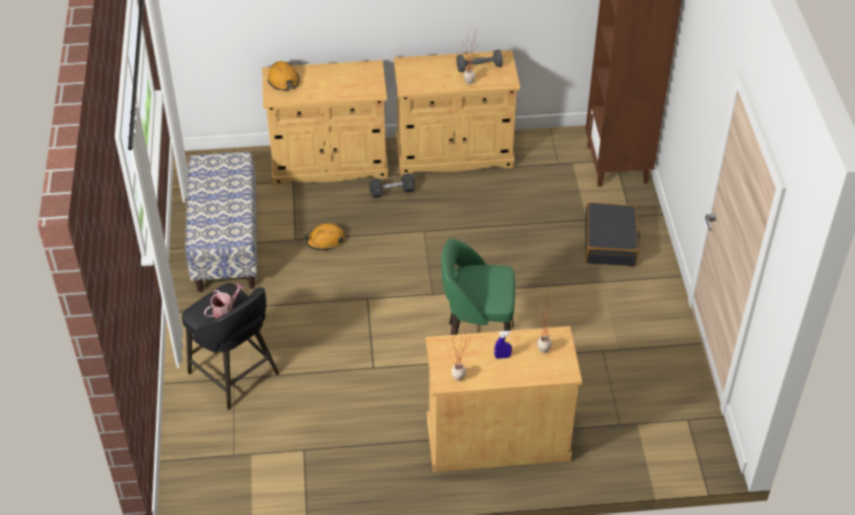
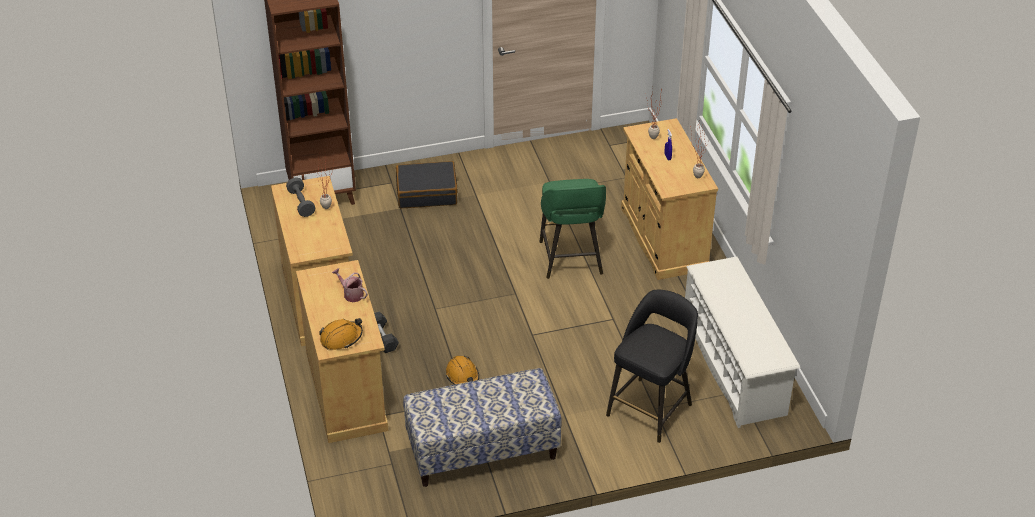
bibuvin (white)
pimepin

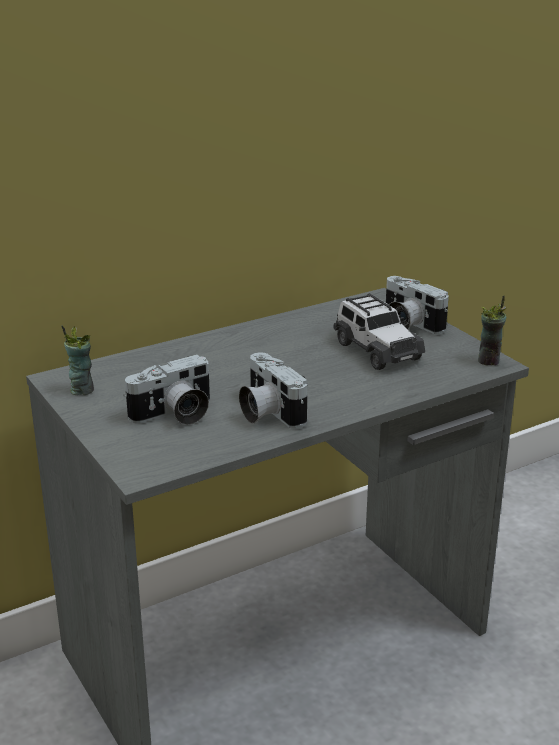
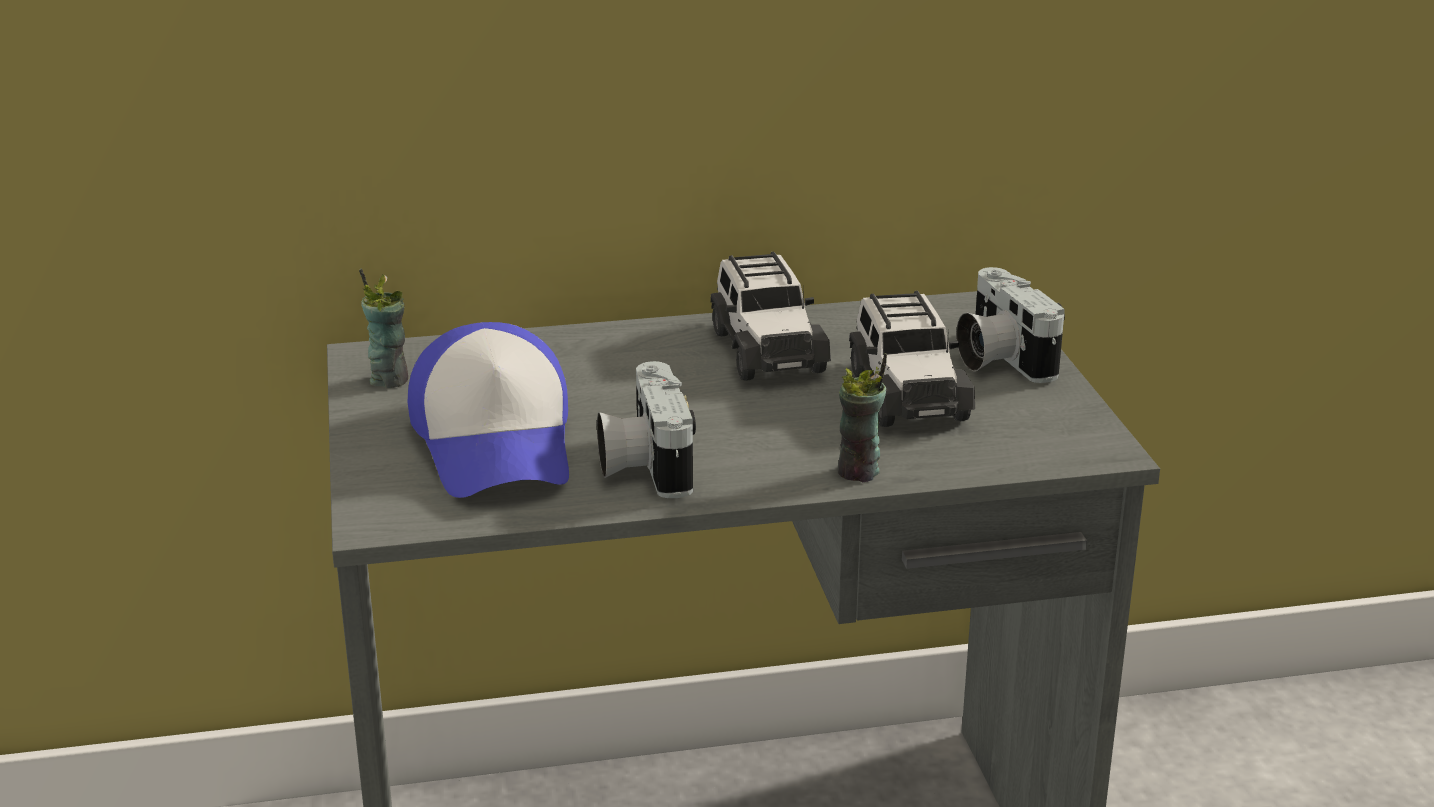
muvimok (no. 1 from left)
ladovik (no. 2 from left)
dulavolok

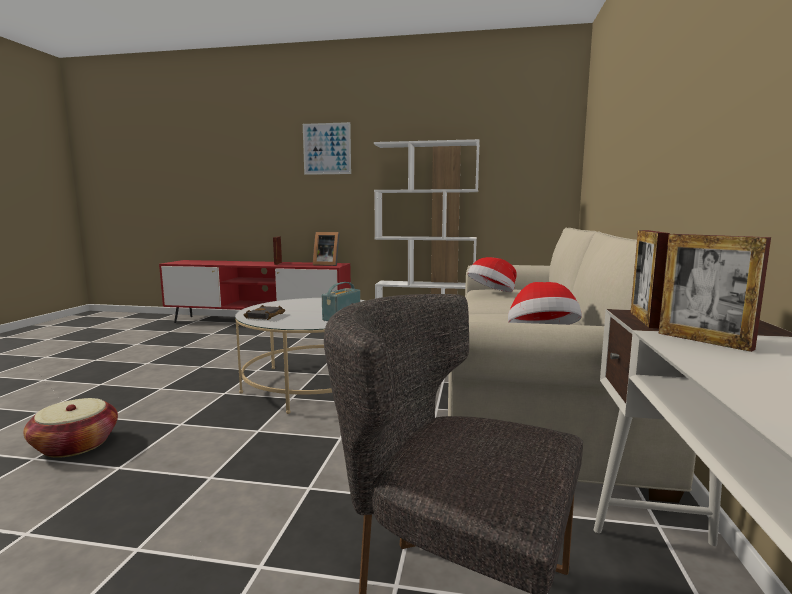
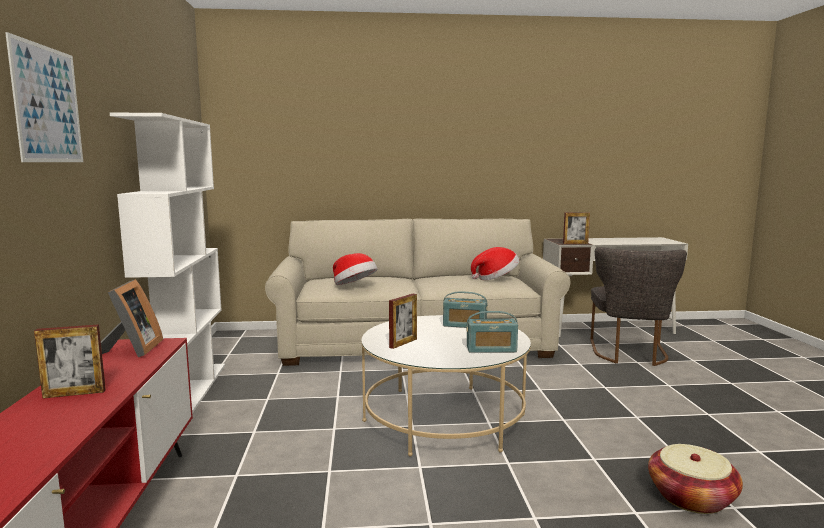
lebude (no. 3 from left)
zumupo (no. 2 from left)

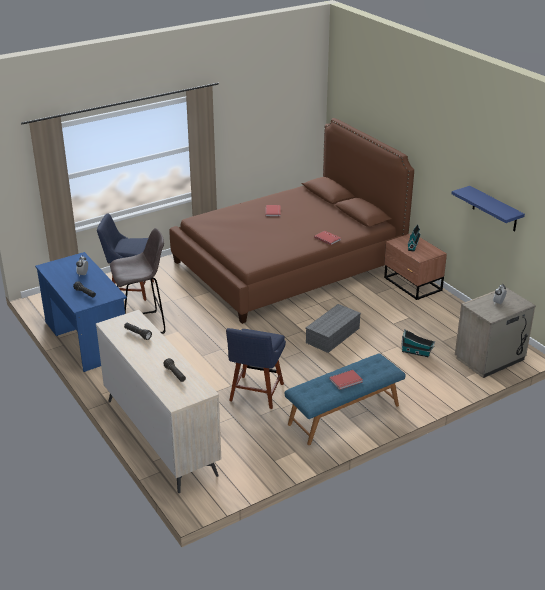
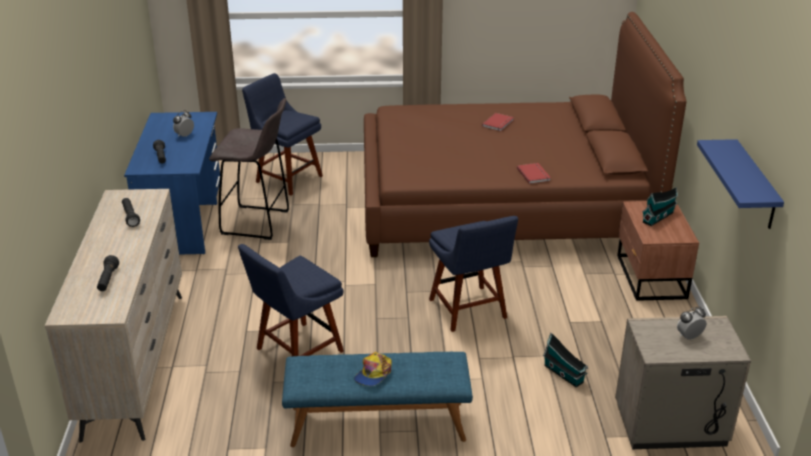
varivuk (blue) (no. 3 from left)
dulavolok

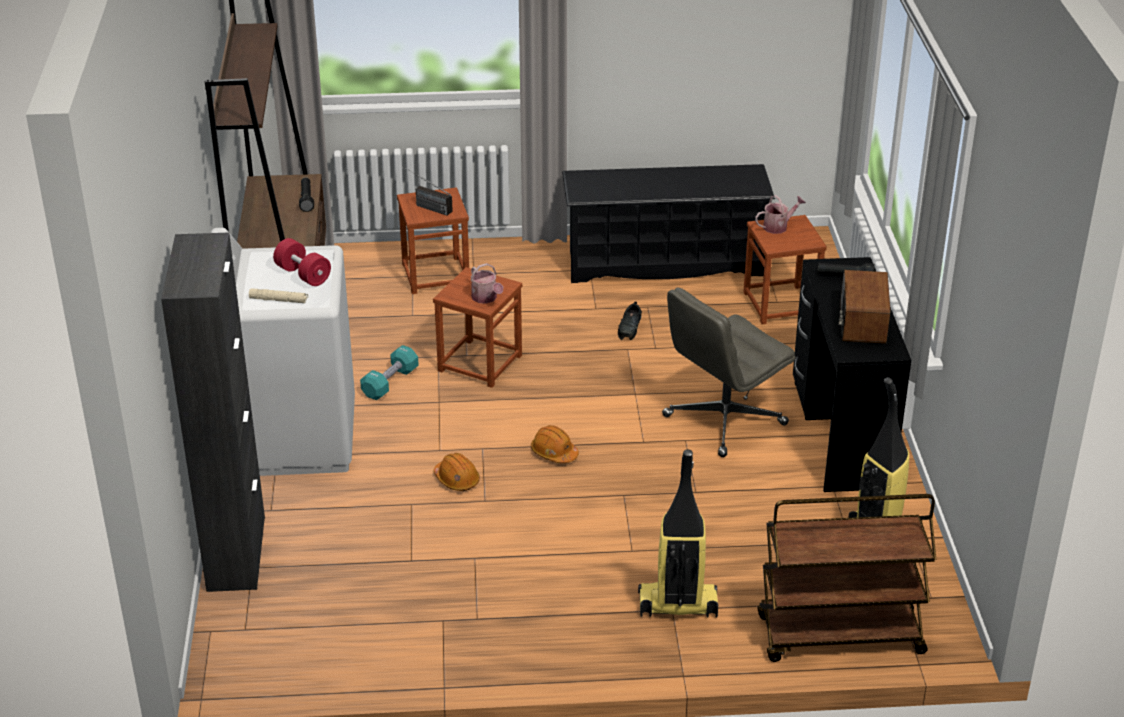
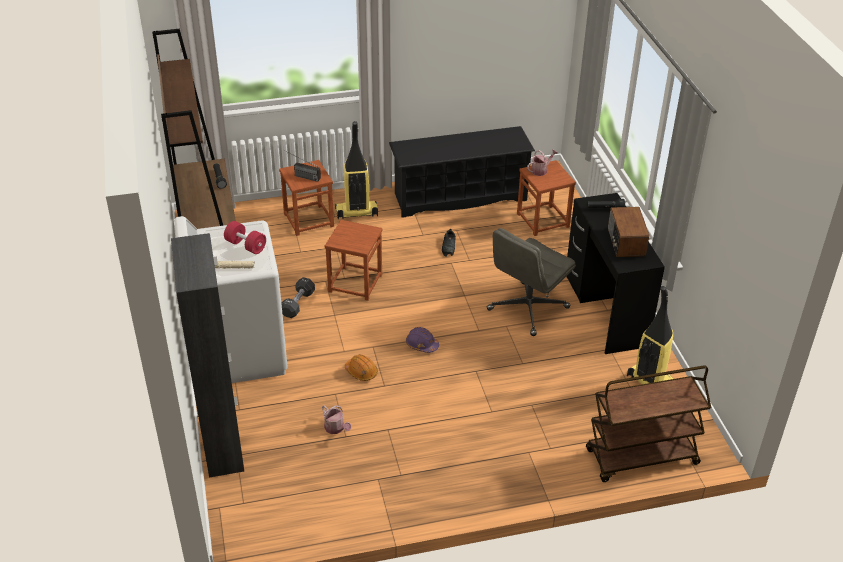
pimepin (no. 1 from left)
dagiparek (no. 1 from left)
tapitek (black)
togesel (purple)

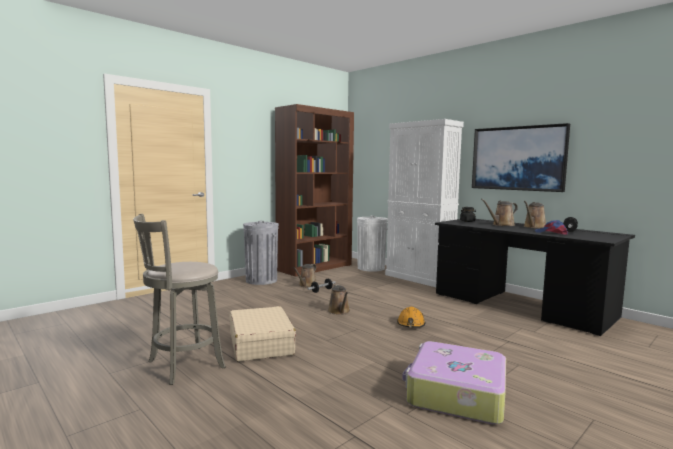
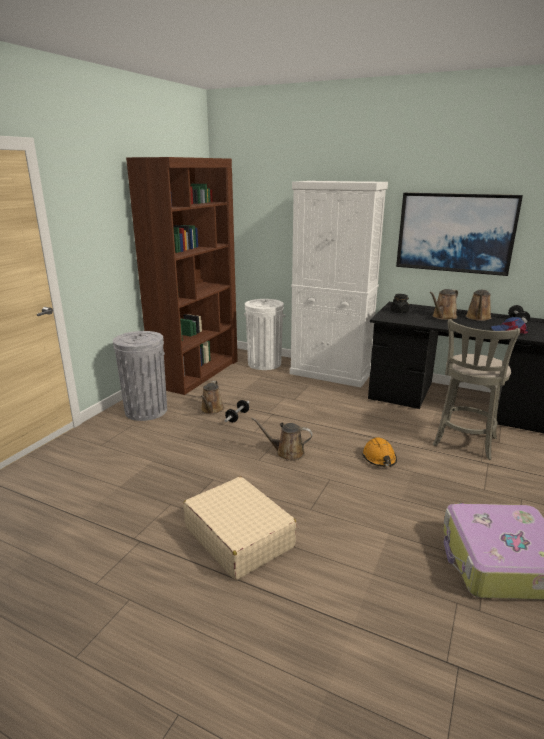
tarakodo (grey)
pimepin (brown) (no. 2 from left)

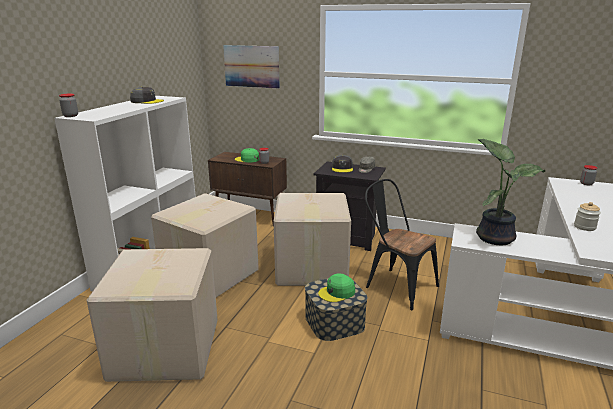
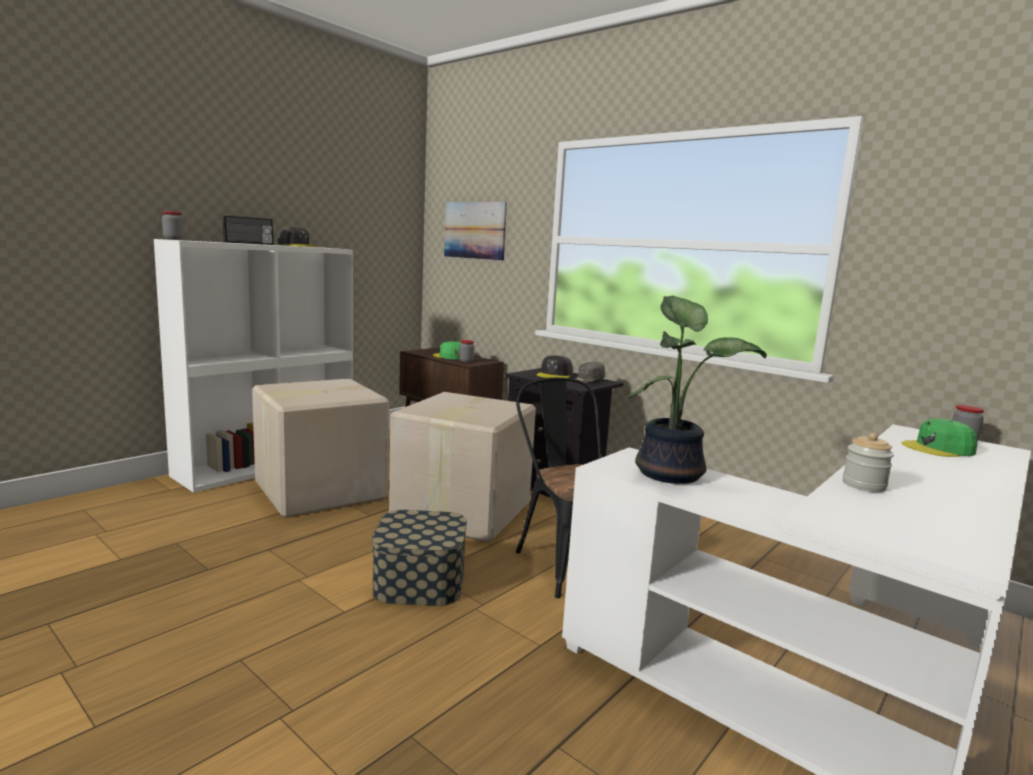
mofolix (no. 1 from left in the first image)
zumupo
dulavolok (green) (no. 2 from left)

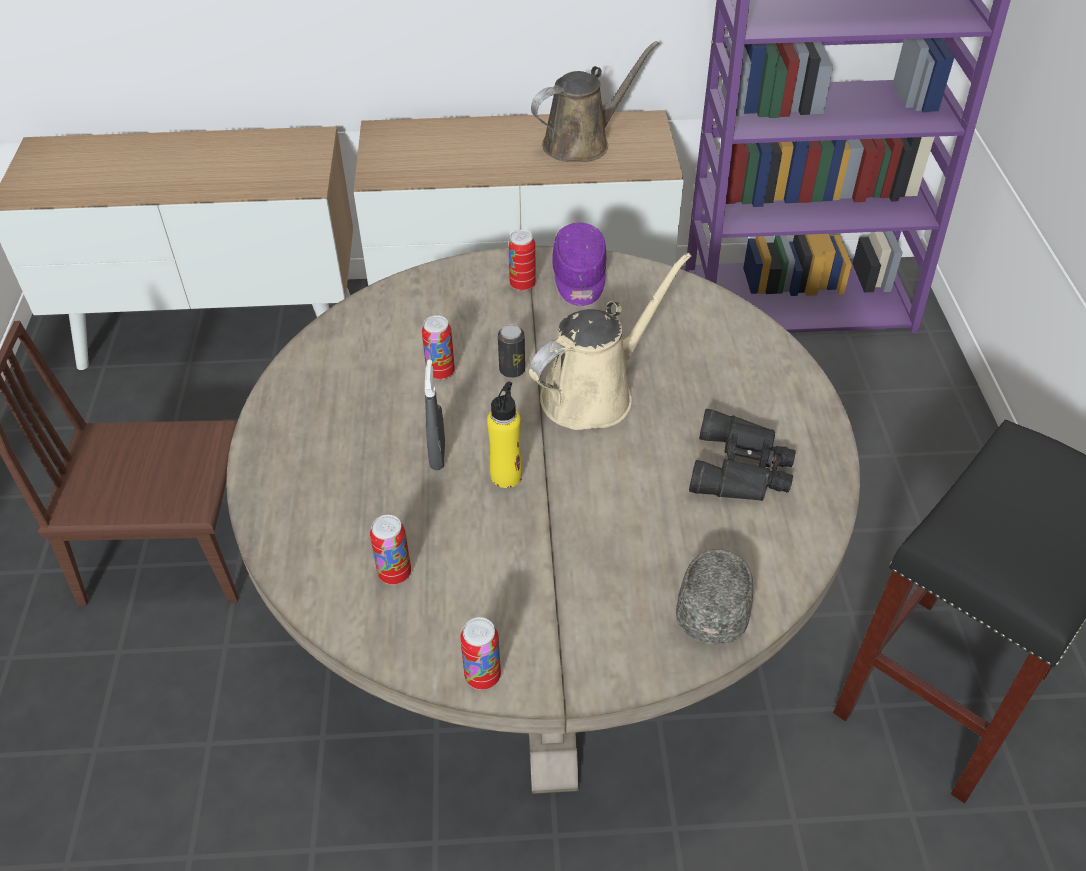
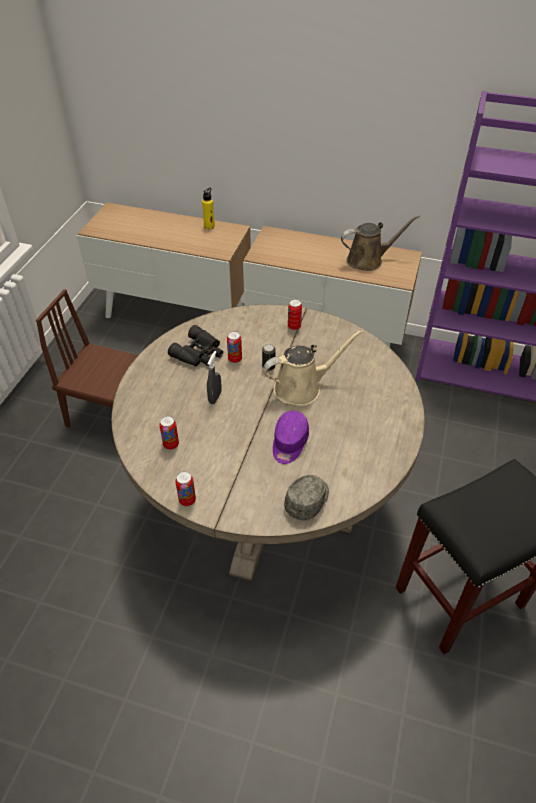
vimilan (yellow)
dulavolok (purple)
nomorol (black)

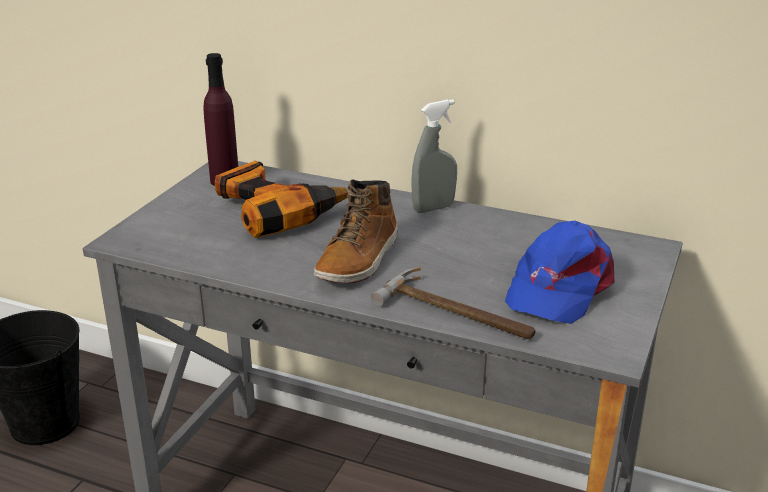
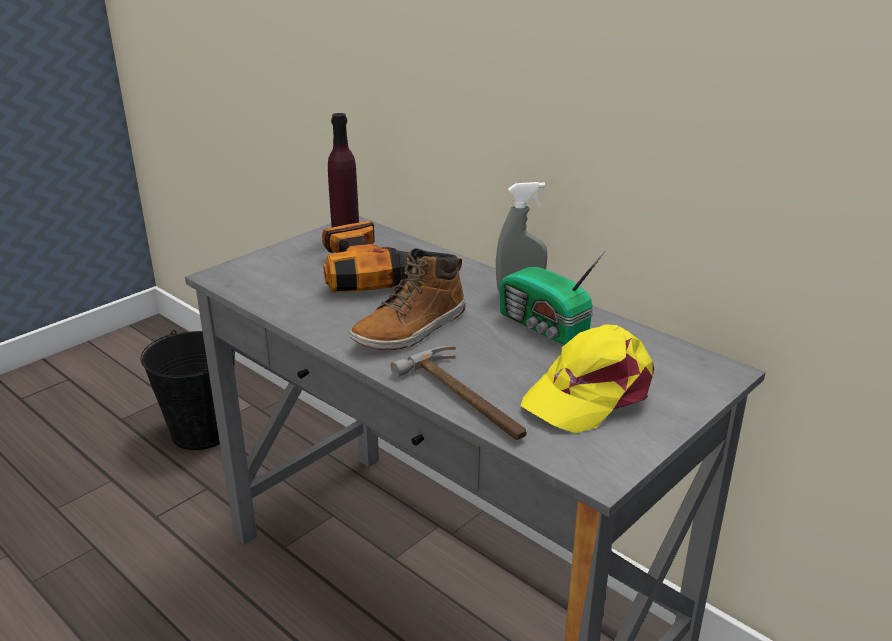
zumupo
dulavolok (yellow)

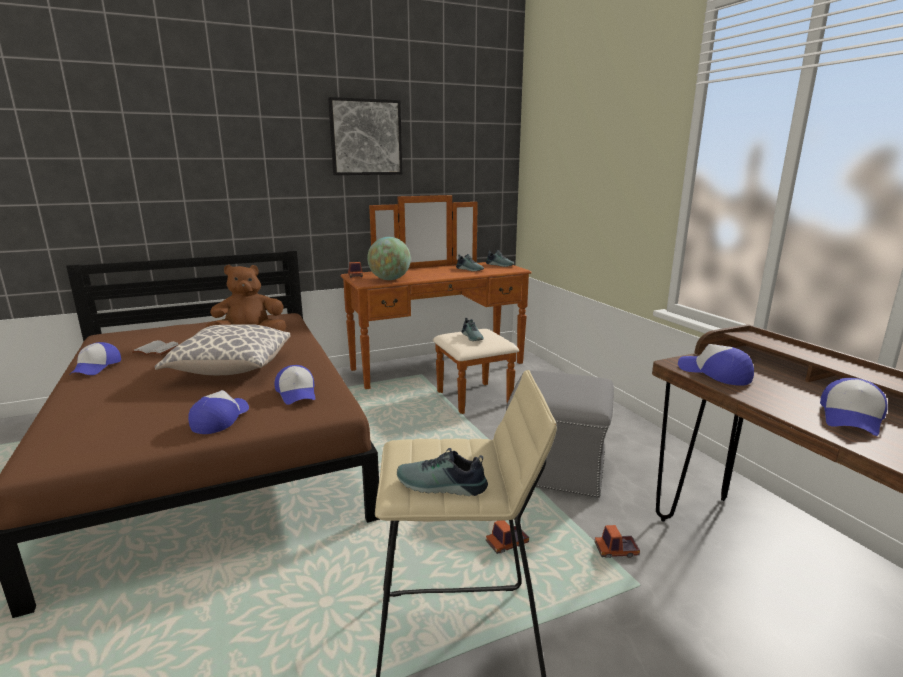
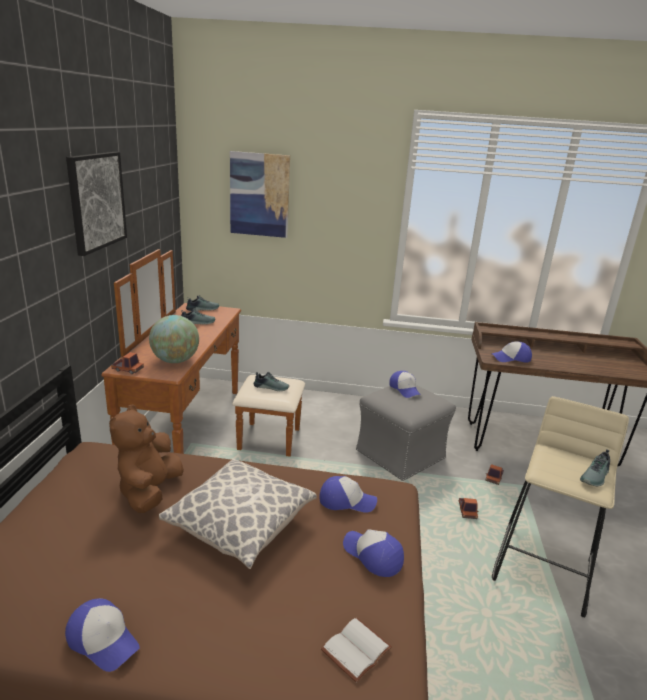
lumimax (no. 2 from left)
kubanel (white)
dulavolok (no. 4 from left)

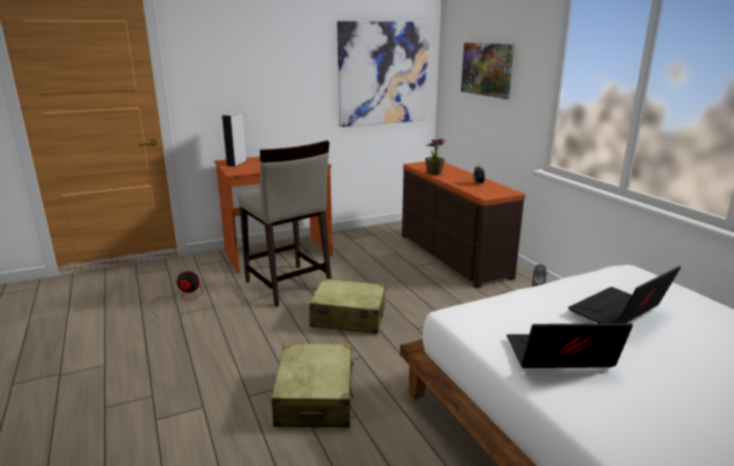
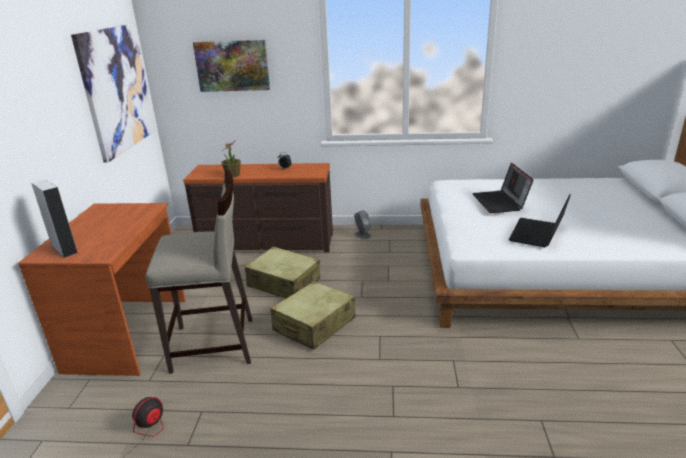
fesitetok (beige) (no. 1 from left)

